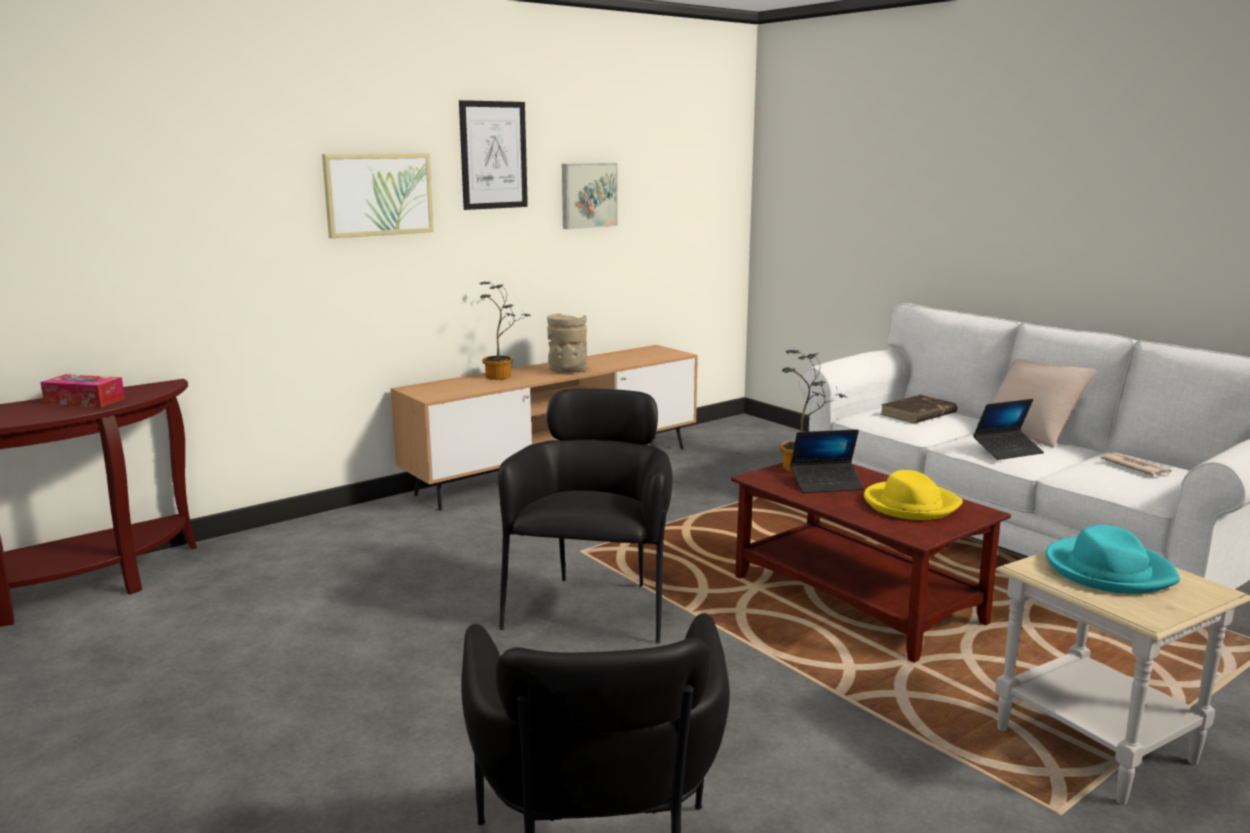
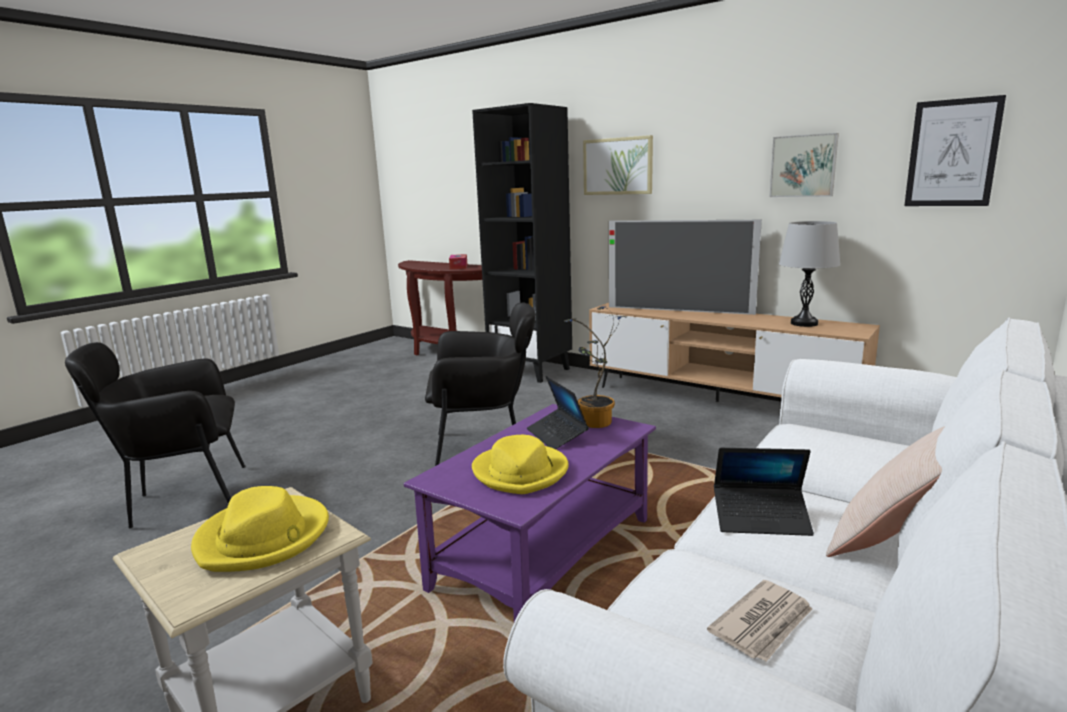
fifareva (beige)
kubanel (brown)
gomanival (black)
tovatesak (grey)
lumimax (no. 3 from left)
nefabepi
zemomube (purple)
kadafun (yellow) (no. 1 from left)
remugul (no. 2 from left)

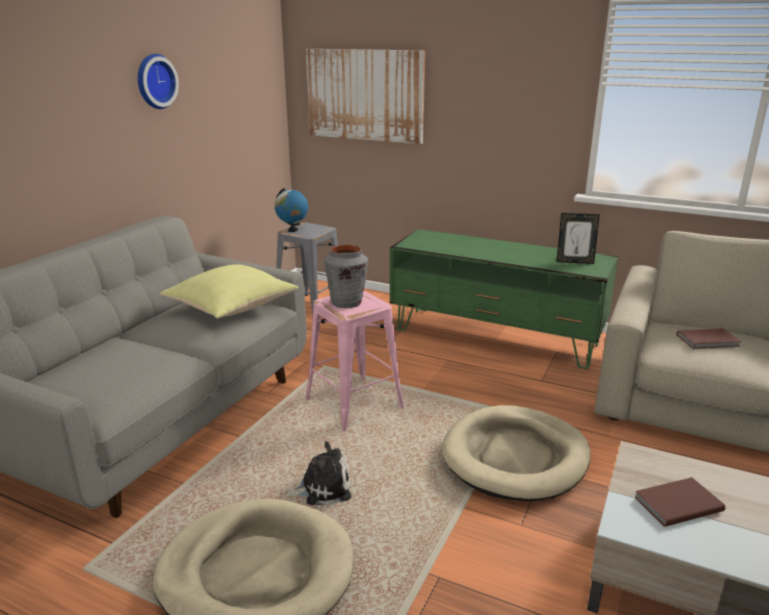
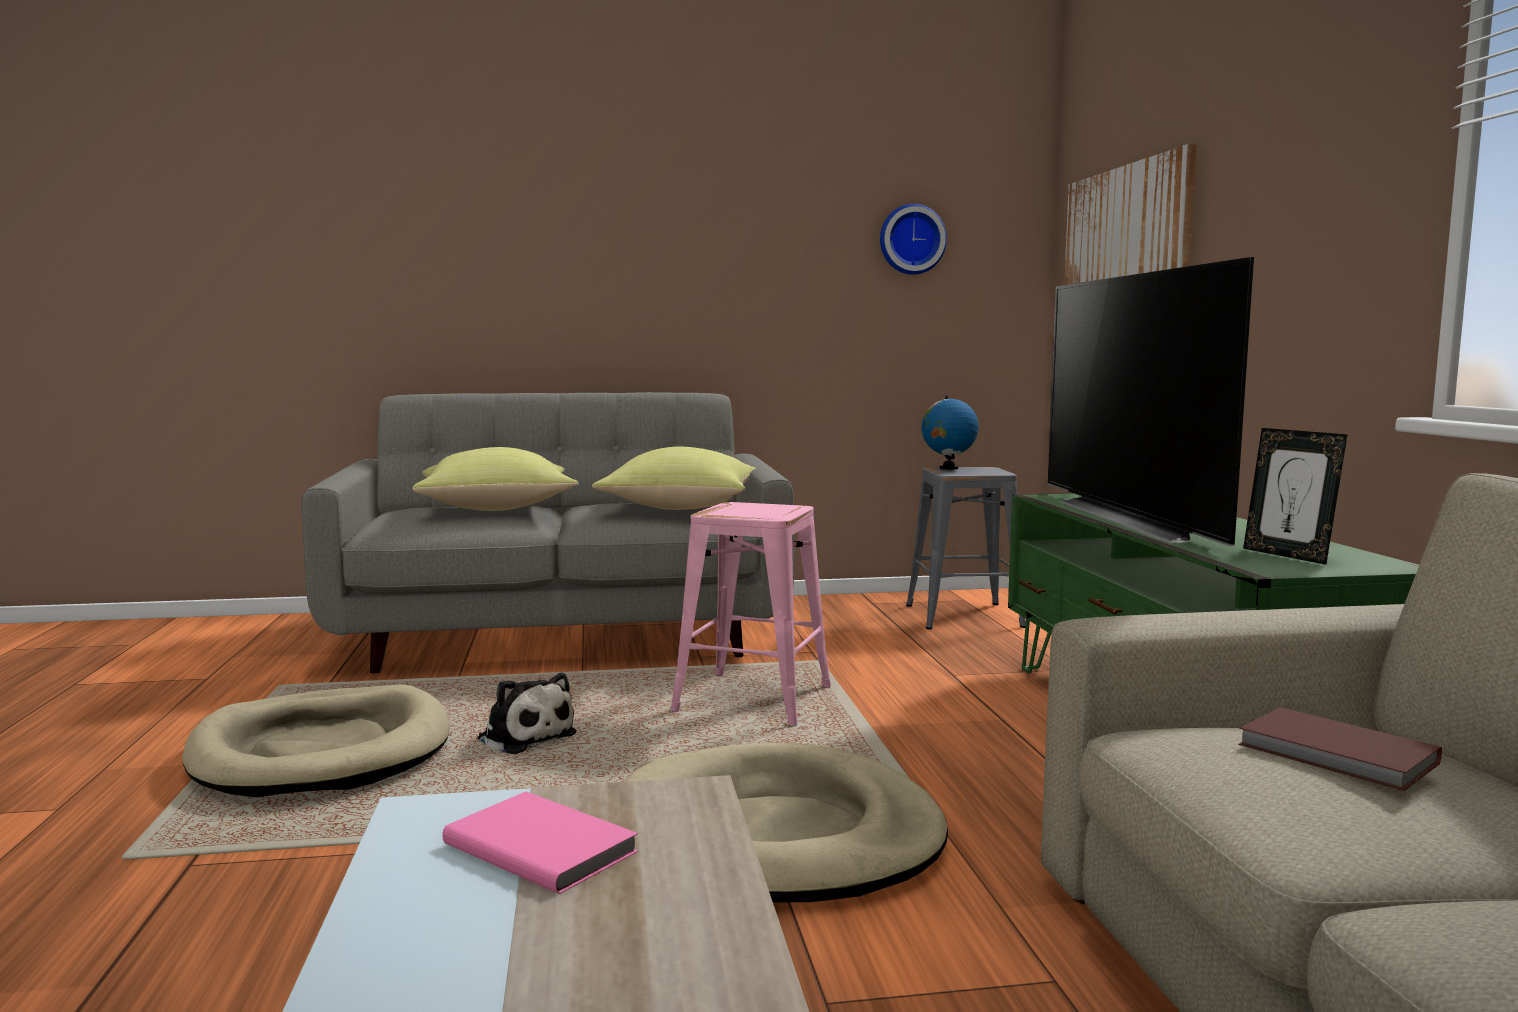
fifareva (grey)
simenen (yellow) (no. 1 from left)
nefabepi
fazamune
kubanel (pink)

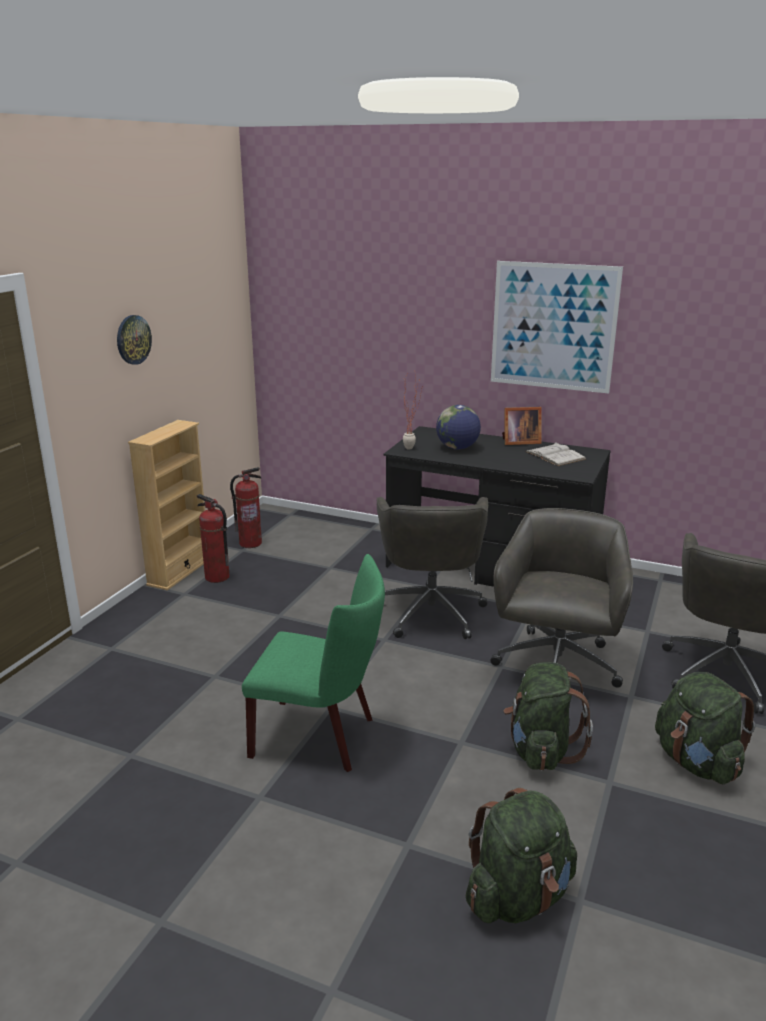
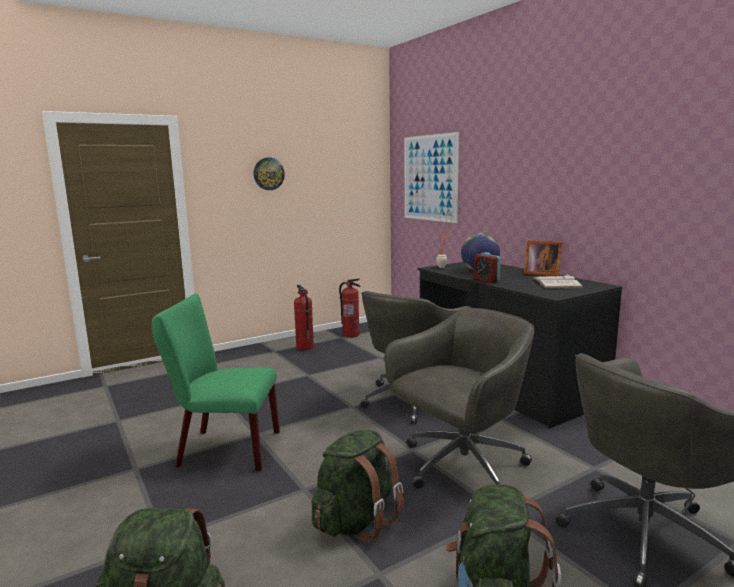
gomanival (beige)
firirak
lumimax
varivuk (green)

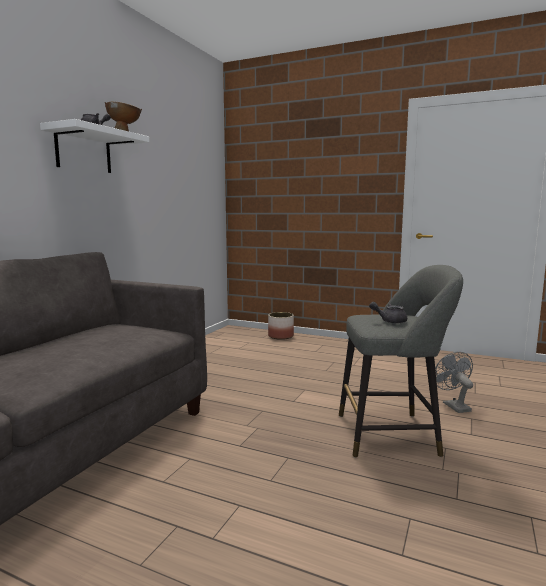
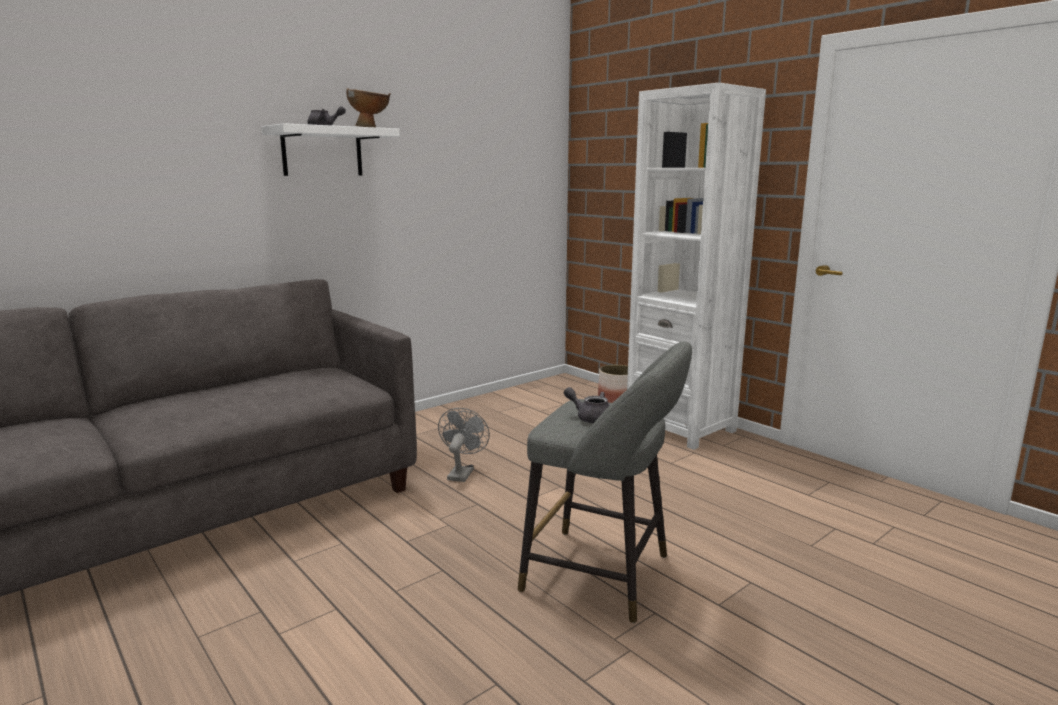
gomanival (white)
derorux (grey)

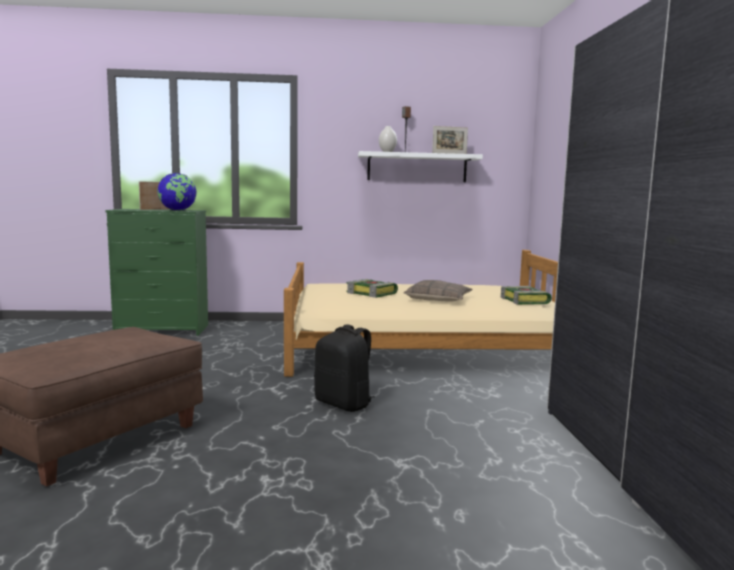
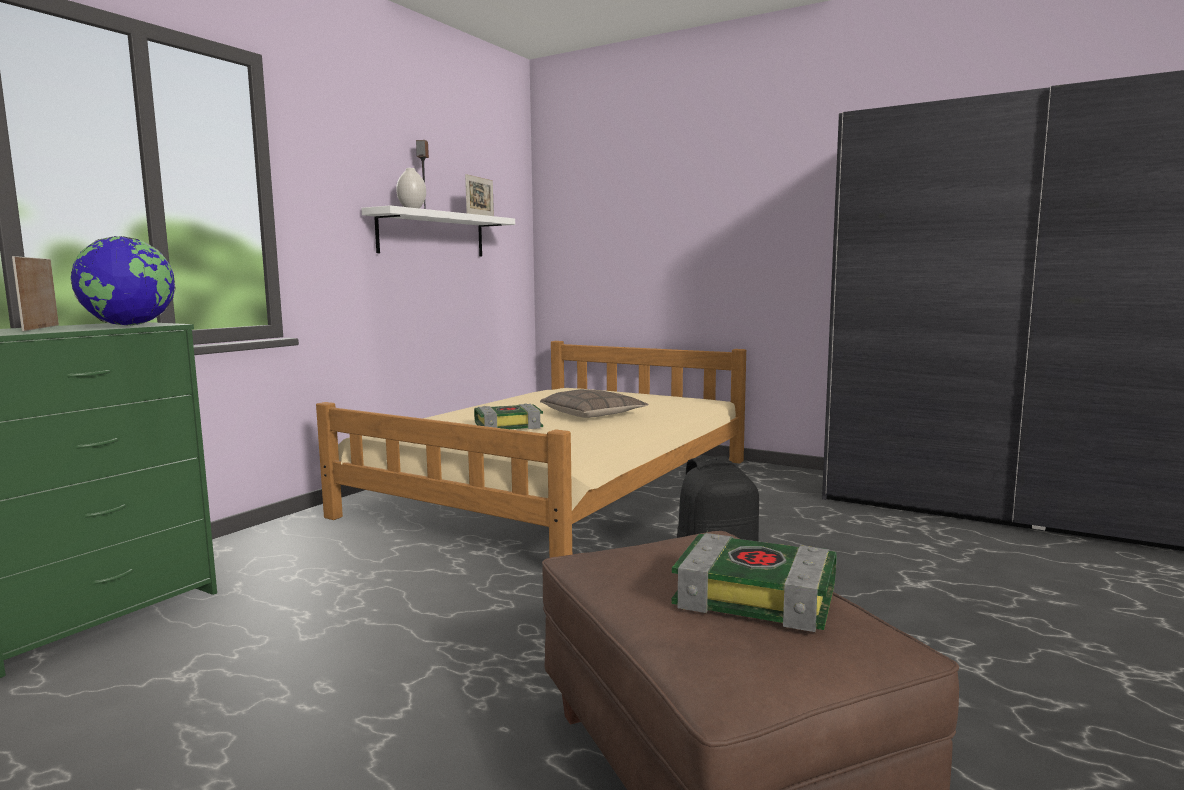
kubanel (no. 2 from left)

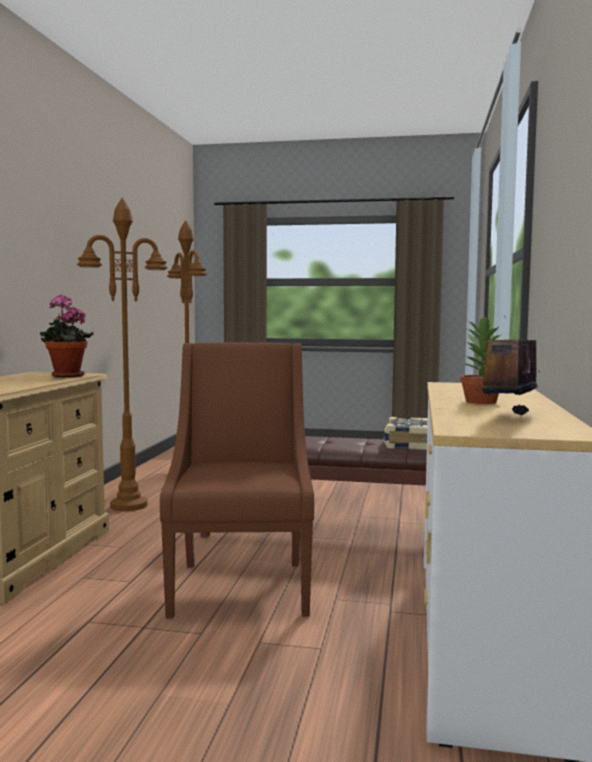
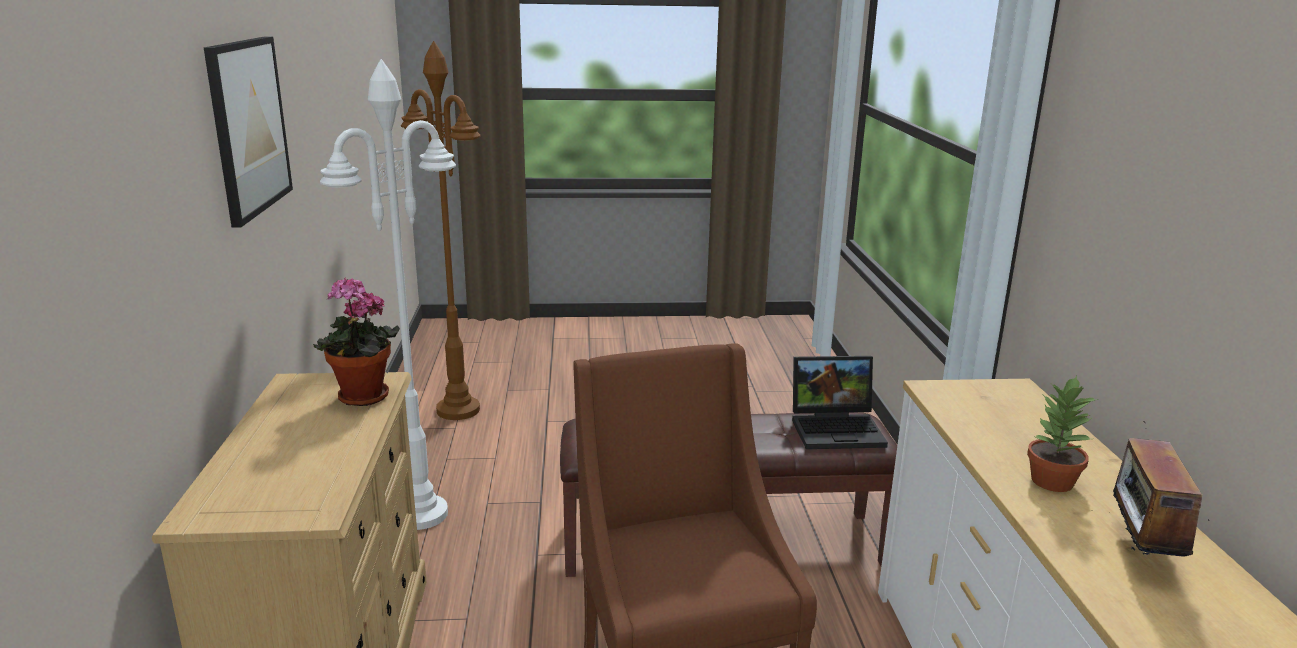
lumimax
remugul
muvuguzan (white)

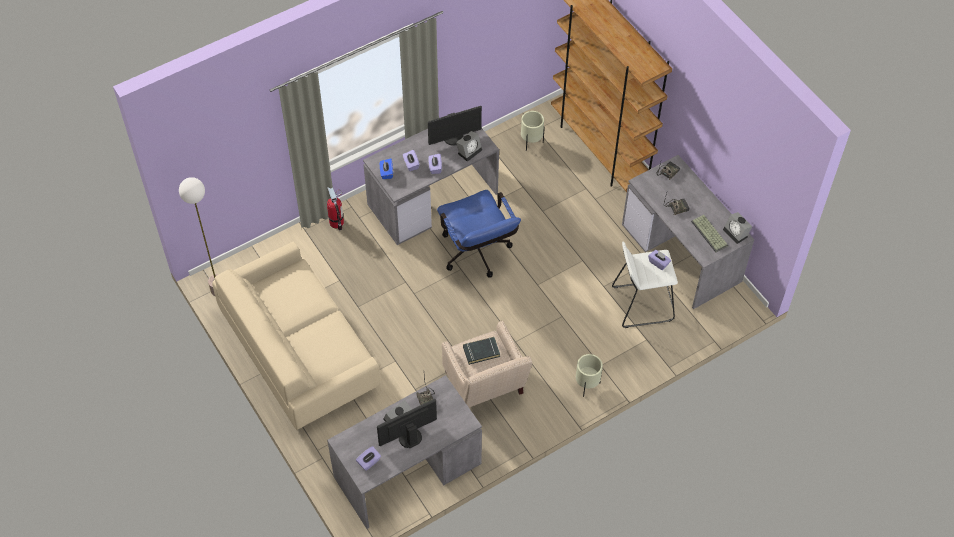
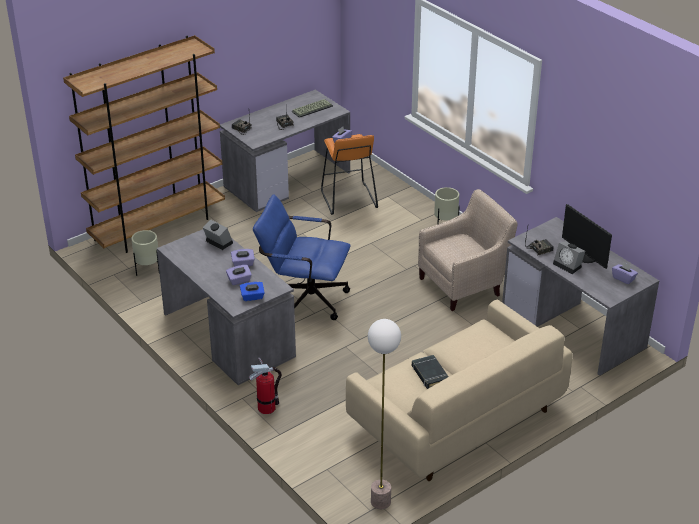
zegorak (no. 2 from left in the first image)
firirak (no. 3 from left in the first image)
kubanel (black)
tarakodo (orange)
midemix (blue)

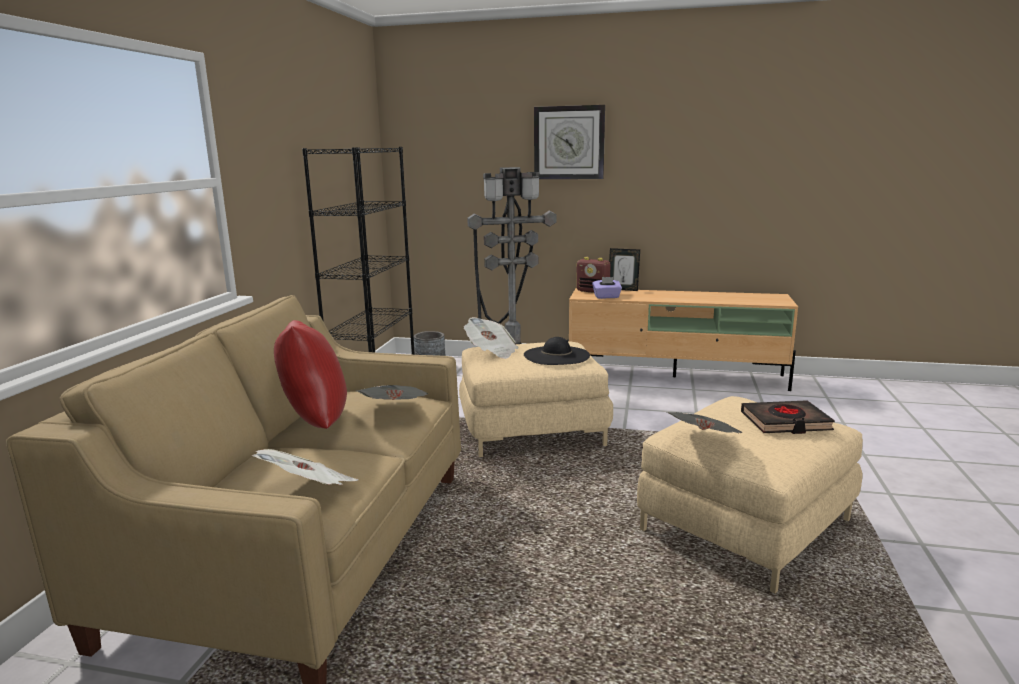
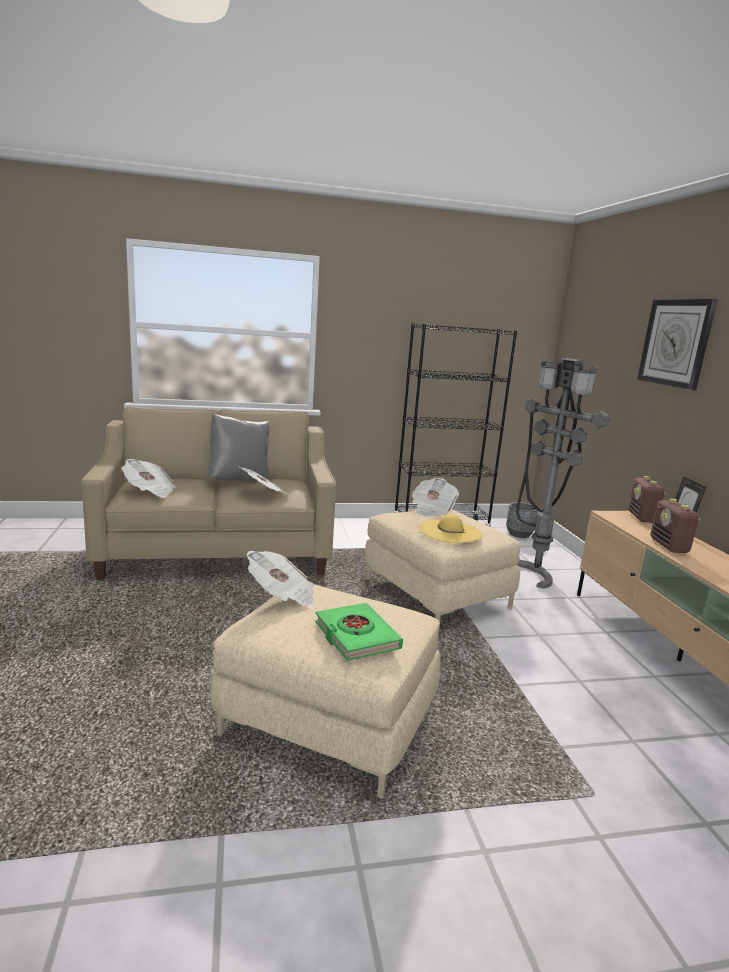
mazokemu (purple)
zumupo (no. 2 from left)
simenen (grey)
kadafun (yellow)
kubanel (green)

